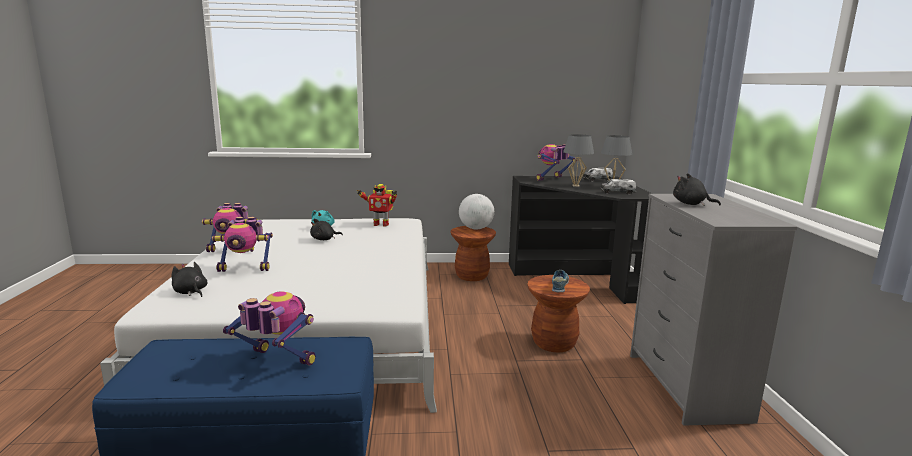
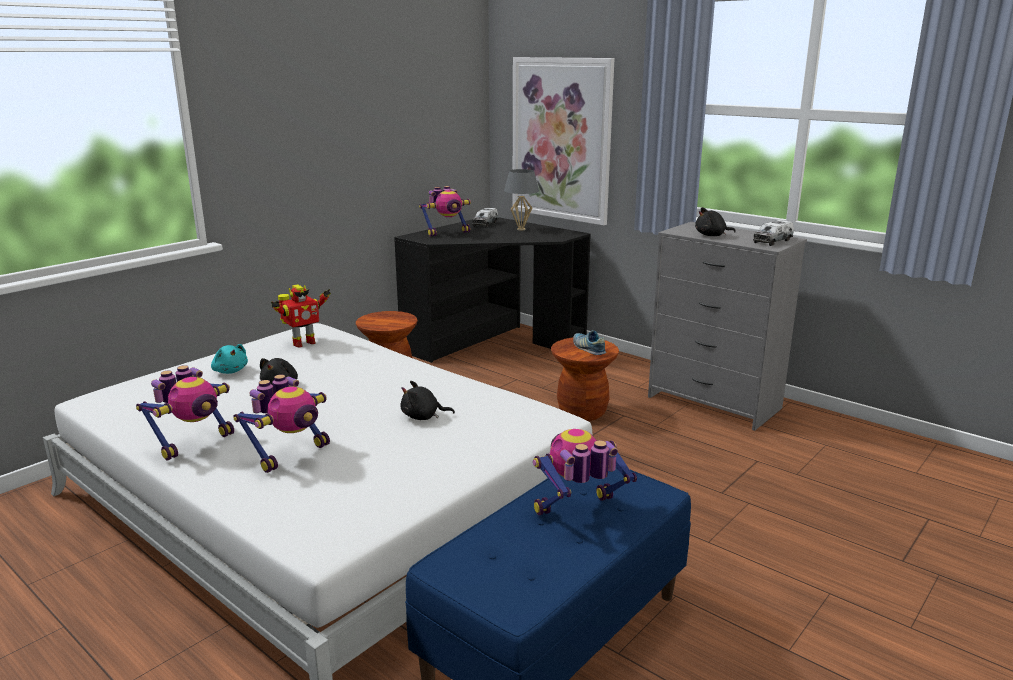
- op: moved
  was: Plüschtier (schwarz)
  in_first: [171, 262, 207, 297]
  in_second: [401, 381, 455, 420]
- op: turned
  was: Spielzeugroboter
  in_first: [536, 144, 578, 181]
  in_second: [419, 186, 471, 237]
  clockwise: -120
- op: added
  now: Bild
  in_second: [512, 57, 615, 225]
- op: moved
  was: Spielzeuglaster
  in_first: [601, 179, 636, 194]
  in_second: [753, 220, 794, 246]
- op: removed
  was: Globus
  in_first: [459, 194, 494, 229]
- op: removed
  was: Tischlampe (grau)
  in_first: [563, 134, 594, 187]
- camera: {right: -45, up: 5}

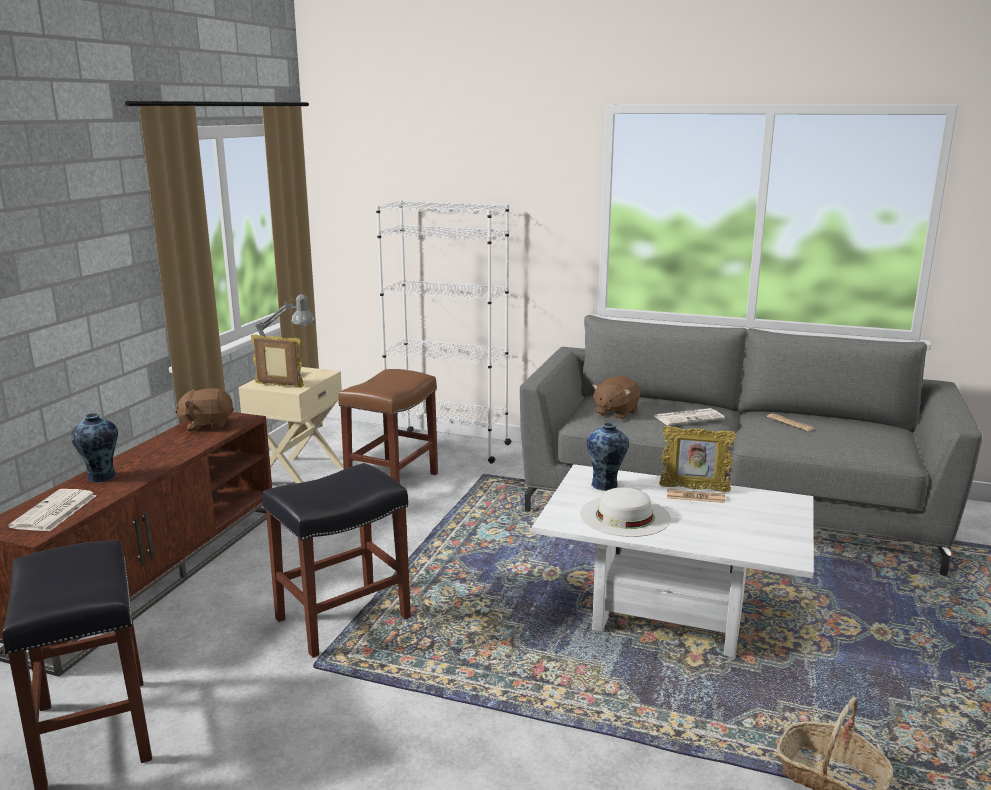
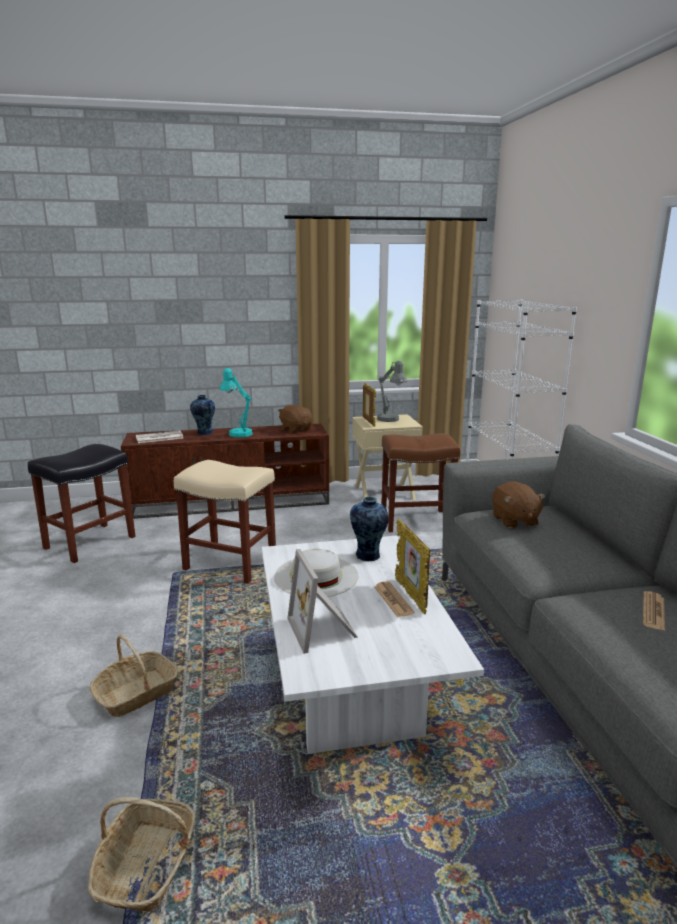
- op: added
  now: Korb
  in_second: [89, 634, 178, 717]
- op: recoloured
  was: Hocker (schwarz)
  now: Hocker (beige)
  in_first: [262, 463, 411, 658]
  in_second: [174, 460, 276, 584]
- op: added
  now: Tischlampe (türkis)
  in_second: [220, 368, 253, 438]
- op: added
  now: Bilderrahmen
  in_second: [287, 549, 358, 654]
- op: turned
  was: Plüschtier (braun)
  in_first: [592, 376, 640, 420]
  in_second: [492, 481, 546, 529]
  clockwise: -105
- op: removed
  was: Zeitung
  in_first: [655, 408, 725, 426]
- camera: {right: 60, up: 0}

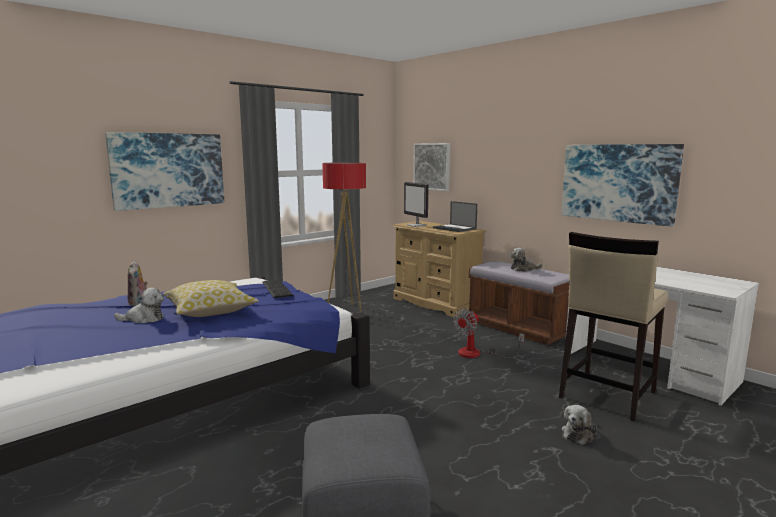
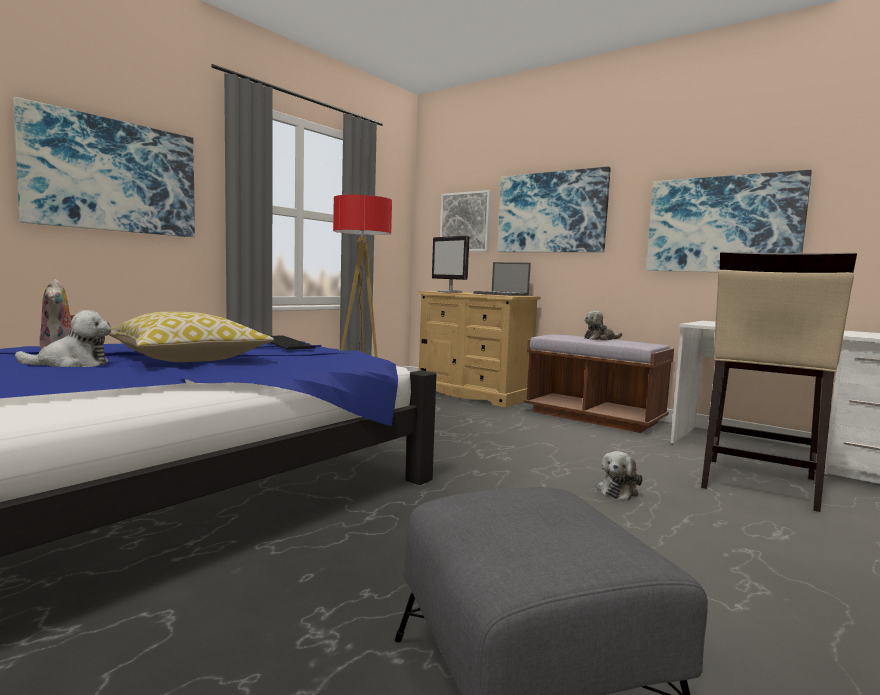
- op: added
  now: Bild
  in_second: [497, 166, 611, 252]
- op: moved
  was: Plüschtier
  in_first: [562, 405, 597, 445]
  in_second: [597, 451, 643, 500]
- op: removed
  was: Ventilator
  in_first: [453, 308, 525, 358]
- camera: {right: -10, up: -5}

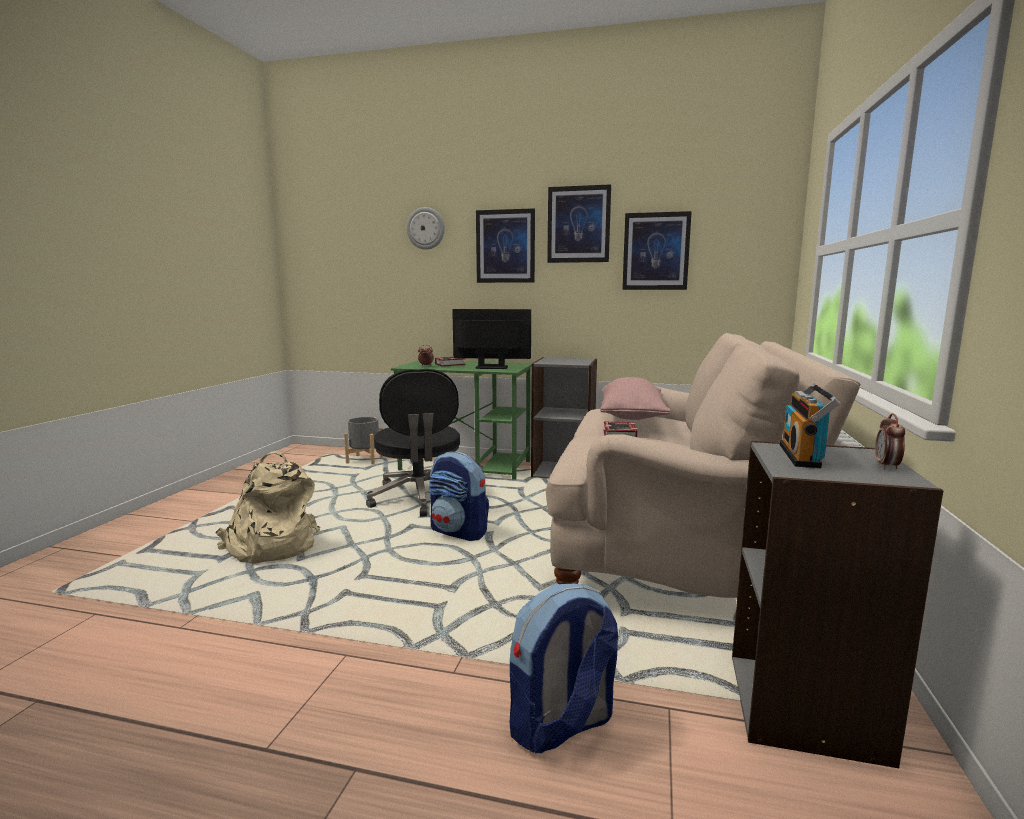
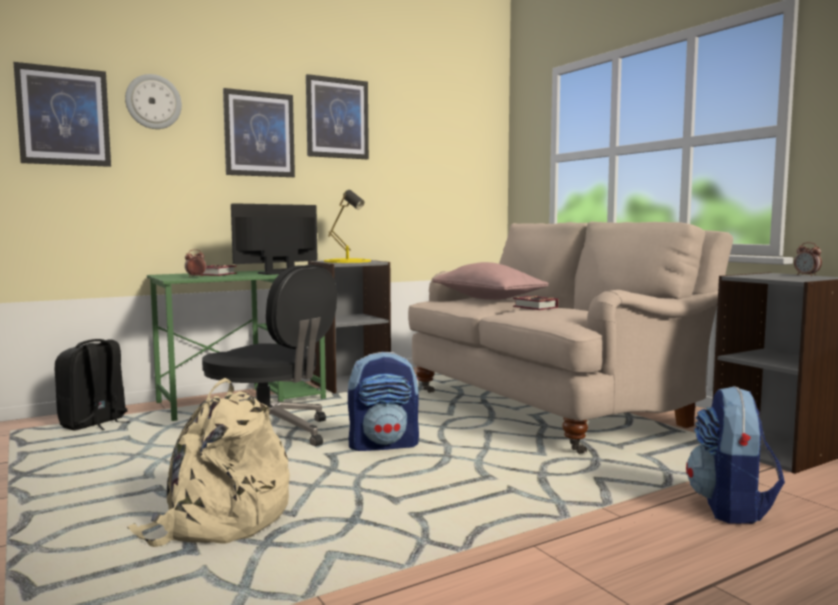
- op: moved
  was: Bild
  in_first: [622, 211, 692, 290]
  in_second: [13, 62, 111, 167]
- op: replaced
  was: Pflanzkübel (grau)
  now: Rucksack (schwarz)
  in_first: [344, 417, 384, 465]
  in_second: [55, 339, 130, 431]
- op: added
  now: Tischlampe (gelb)
  in_second: [324, 190, 371, 263]
- op: removed
  was: Radio
  in_first: [779, 384, 841, 468]
- camera: {right: -45, up: -5}

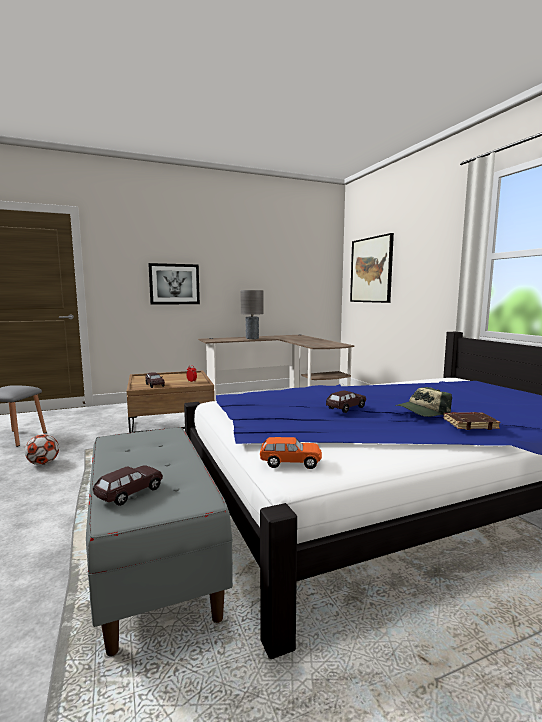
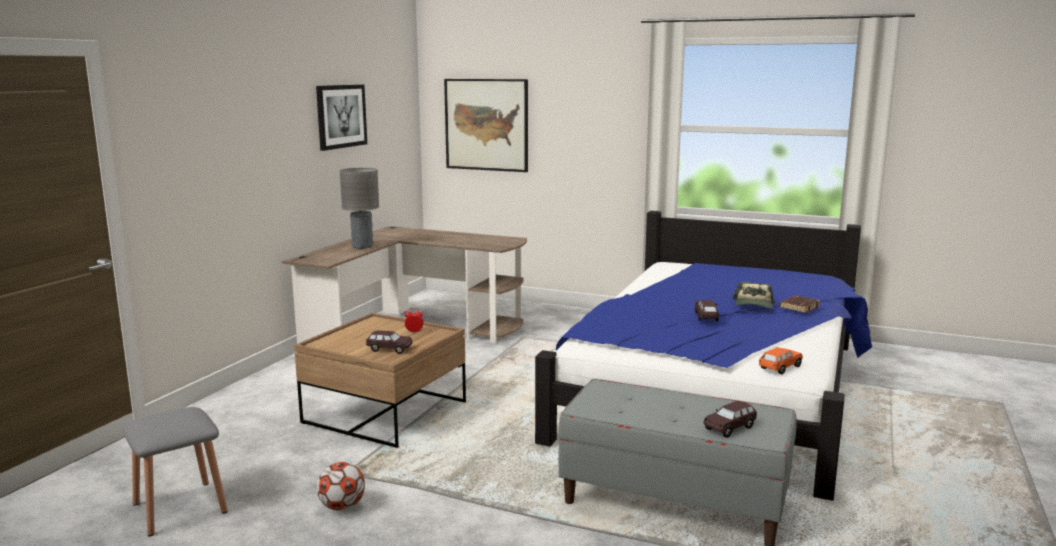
- op: moved
  was: Bild
  in_first: [148, 263, 200, 305]
  in_second: [316, 84, 367, 151]
- op: turned
  was: Spielzeugauto (braun)
  in_first: [93, 465, 163, 506]
  in_second: [704, 401, 757, 438]
  clockwise: -120
- camera: {right: -45, up: 5}

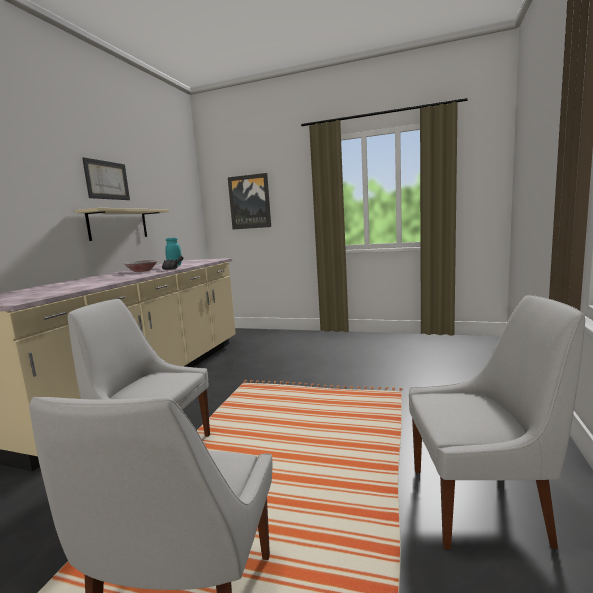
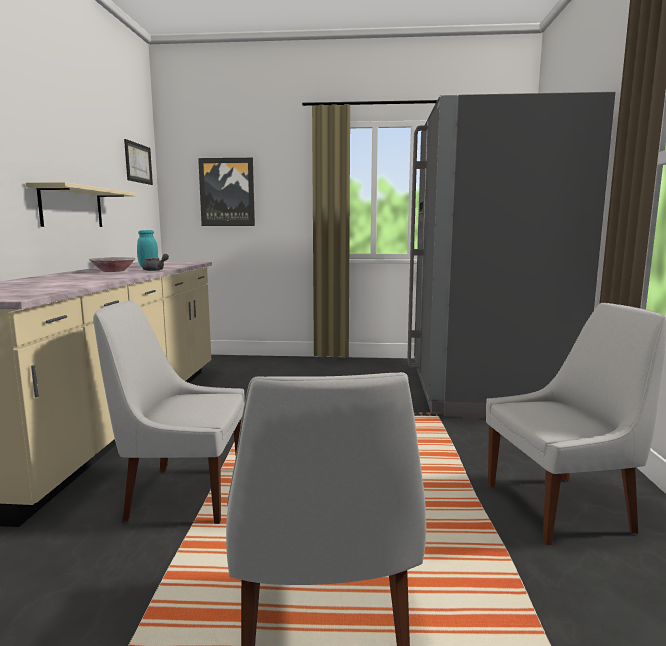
- op: moved
  was: Bild
  in_first: [82, 157, 130, 200]
  in_second: [124, 139, 153, 185]
- op: added
  now: Kühlschrank (grau)
  in_second: [407, 92, 615, 418]
- camera: {right: -15, up: 0}

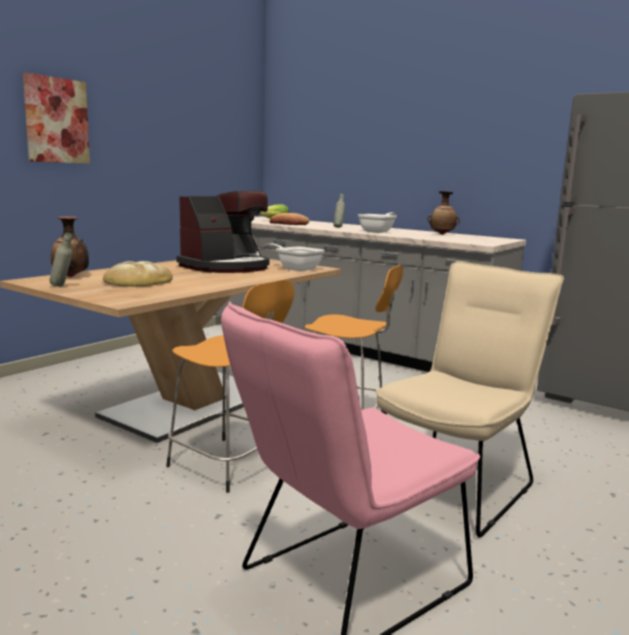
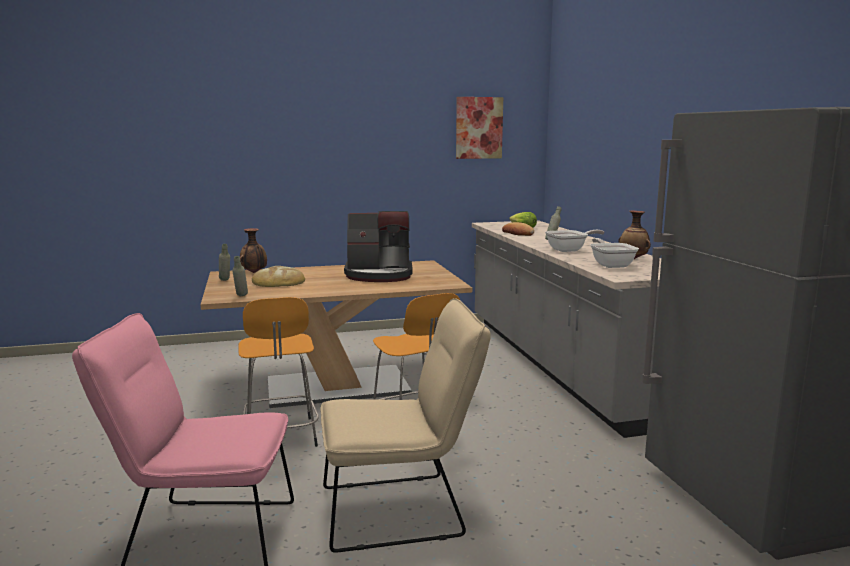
- op: added
  now: Flasche (grau)
  in_second: [232, 256, 248, 296]
- op: moved
  was: Bild
  in_first: [23, 73, 90, 164]
  in_second: [456, 97, 503, 159]
- op: moved
  was: Pfanne
  in_first: [265, 244, 325, 271]
  in_second: [590, 238, 639, 268]
- camera: {right: 40, up: 0}

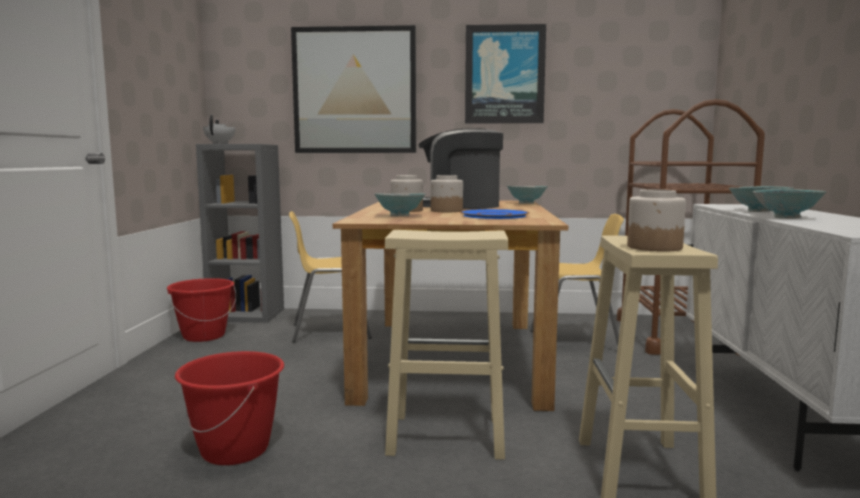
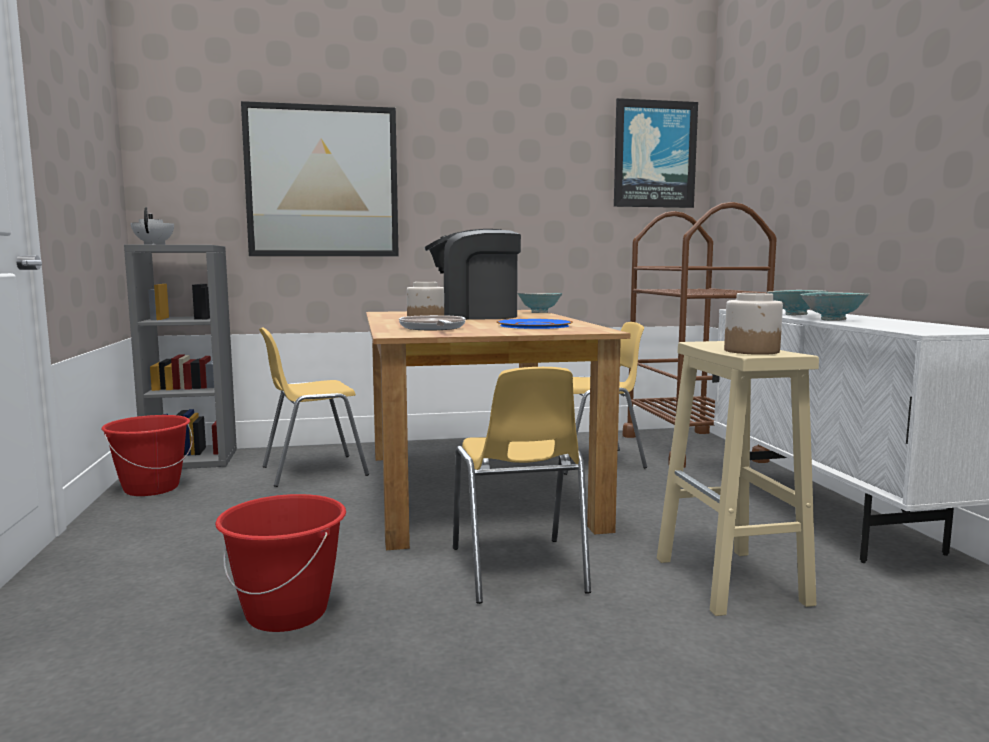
- op: replaced
  was: Schüssel
  now: Pfanne
  in_first: [374, 193, 425, 216]
  in_second: [399, 315, 466, 330]
- op: replaced
  was: Hocker (beige)
  now: Stuhl (gelb)
  in_first: [385, 230, 508, 460]
  in_second: [453, 367, 591, 604]
- op: moved
  was: Bild
  in_first: [465, 24, 546, 123]
  in_second: [614, 98, 698, 208]
- op: removed
  was: Vorratsglas
  in_first: [431, 175, 463, 212]
- camera: {right: -15, up: 0}

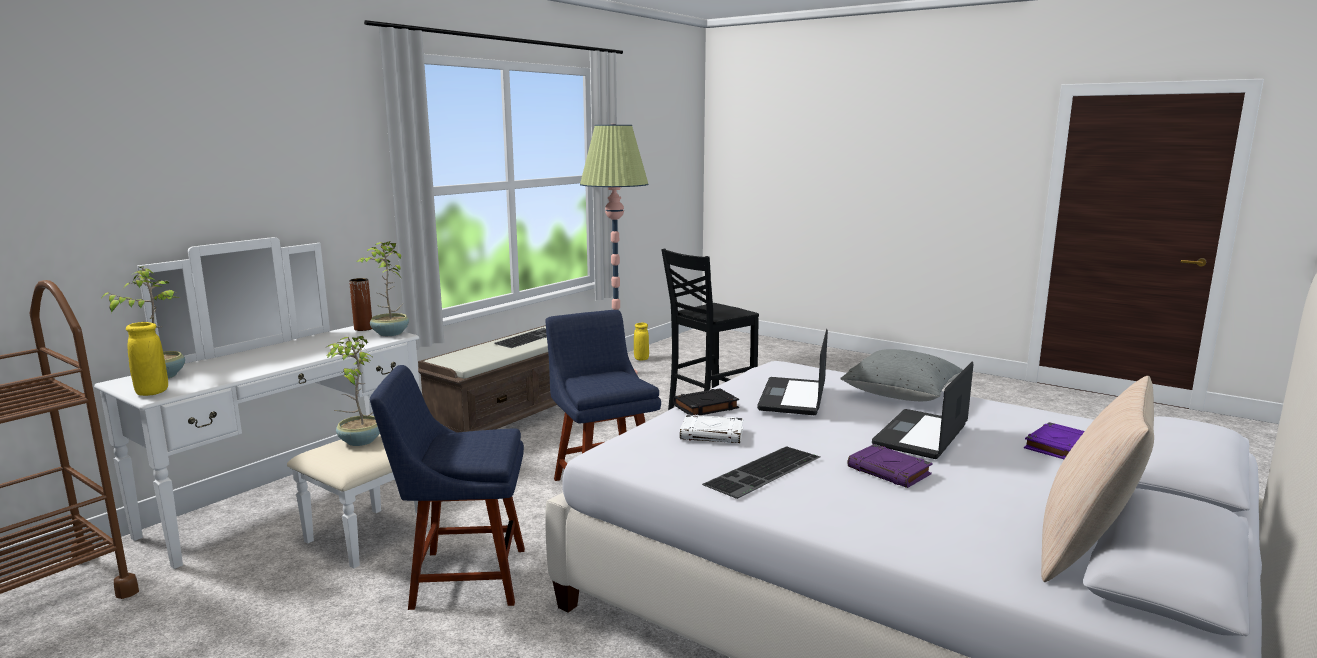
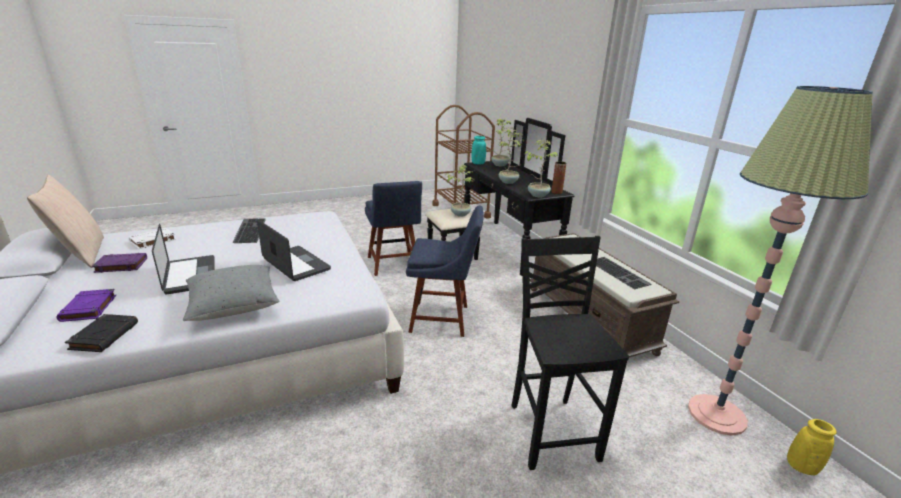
- op: moved
  was: Buch (schwarz)
  in_first: [673, 388, 739, 416]
  in_second: [65, 314, 138, 352]
- op: moved
  was: Buch (lila)
  in_first: [847, 444, 933, 488]
  in_second: [92, 253, 147, 273]
- op: moved
  was: Buch (weiß)
  in_first: [680, 415, 744, 443]
  in_second: [129, 228, 176, 249]
- op: turned
  was: Stuhl (blau)
  in_first: [370, 365, 525, 610]
  in_second: [365, 181, 422, 276]
  clockwise: 135
- op: recoloured
  was: Kommode (weiß)
  now: Kommode (schwarz)
  in_first: [94, 237, 427, 569]
  in_second: [426, 118, 574, 276]
- op: recoloured
  was: Vase (gelb)
  now: Vase (türkis)
  in_first: [126, 322, 168, 396]
  in_second: [471, 136, 486, 164]
- op: added
  now: Topfpflanze
  in_second: [499, 129, 524, 184]
- camera: {right: 120, up: 10}

